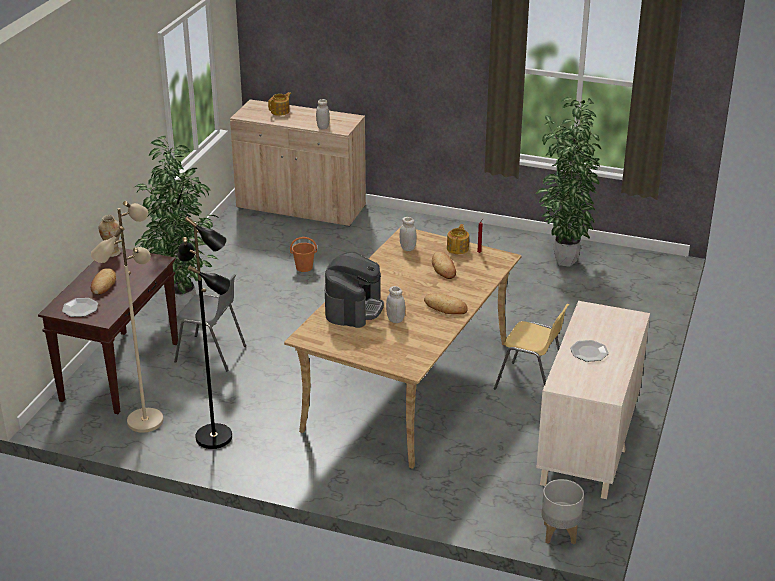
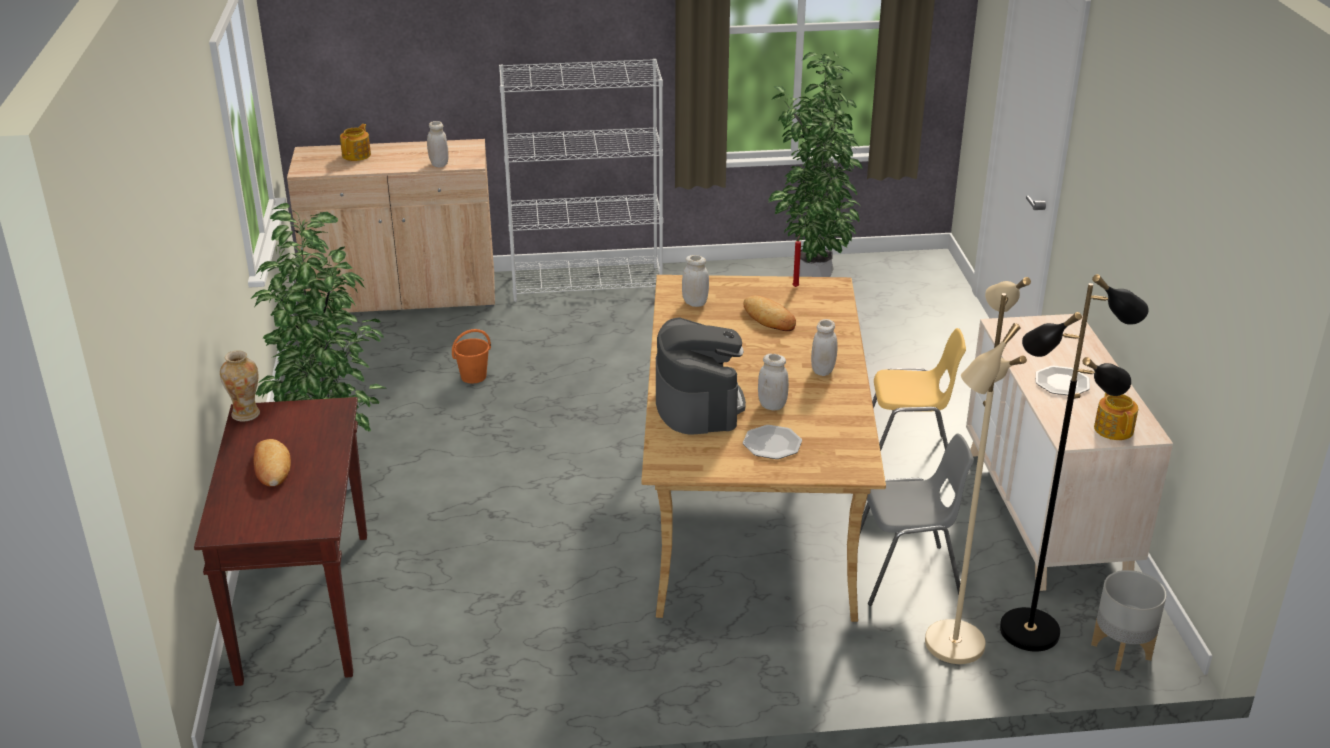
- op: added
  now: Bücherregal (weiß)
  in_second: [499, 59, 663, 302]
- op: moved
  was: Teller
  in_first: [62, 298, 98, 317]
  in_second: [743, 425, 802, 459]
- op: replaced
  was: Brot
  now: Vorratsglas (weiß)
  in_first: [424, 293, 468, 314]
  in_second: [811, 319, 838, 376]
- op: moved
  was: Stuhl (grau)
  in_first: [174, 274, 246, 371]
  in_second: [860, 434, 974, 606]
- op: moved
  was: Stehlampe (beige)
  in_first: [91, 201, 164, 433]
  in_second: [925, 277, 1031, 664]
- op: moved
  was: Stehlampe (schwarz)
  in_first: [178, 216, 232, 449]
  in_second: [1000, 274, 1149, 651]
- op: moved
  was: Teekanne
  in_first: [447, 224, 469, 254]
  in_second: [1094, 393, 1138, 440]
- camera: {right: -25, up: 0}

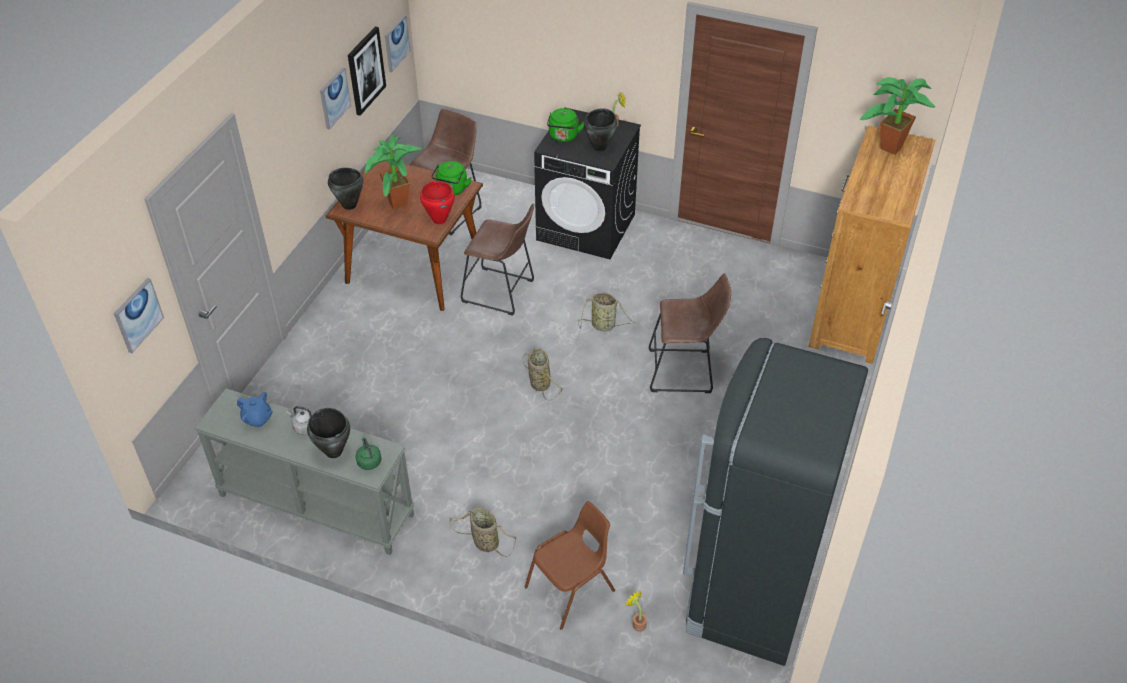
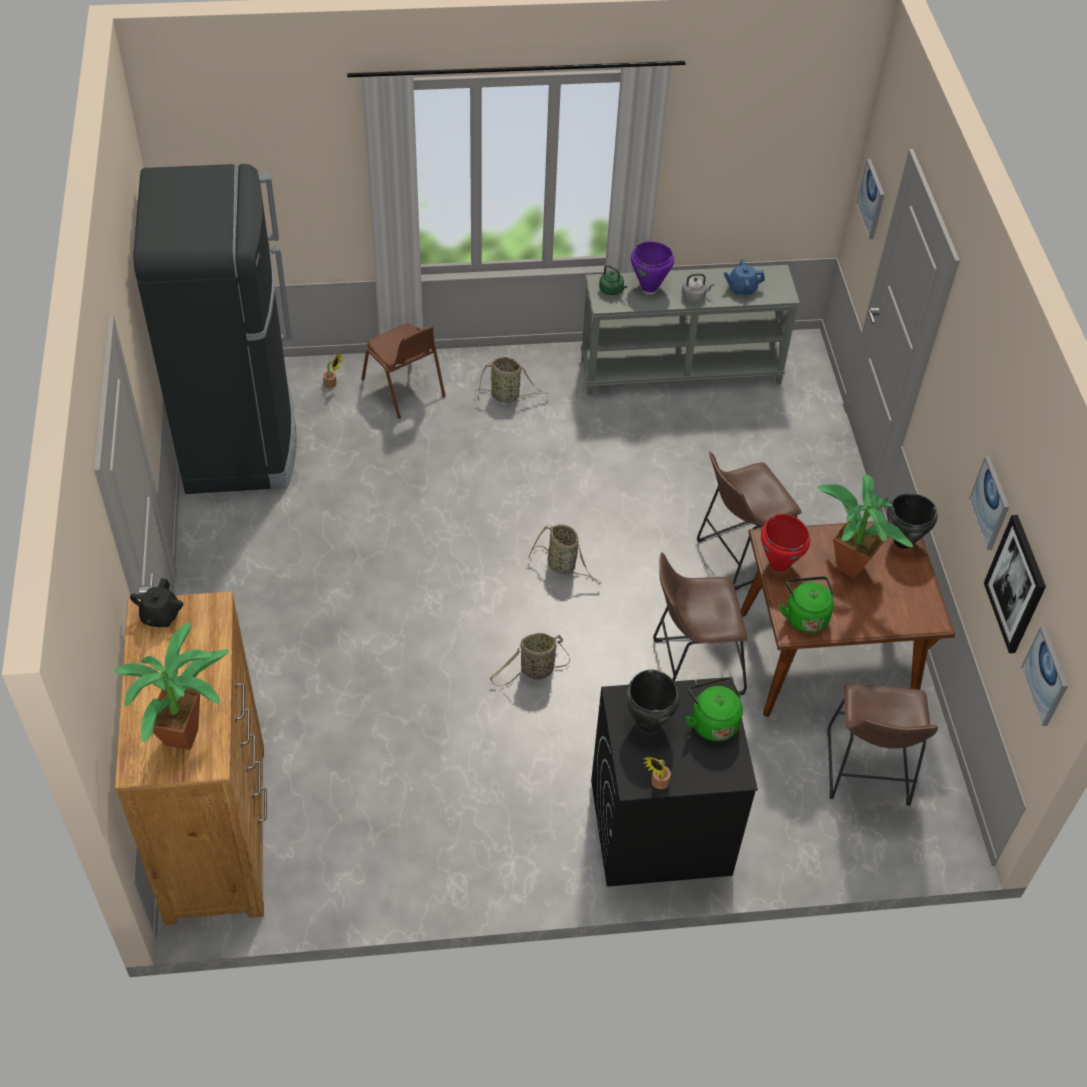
- op: added
  now: Teekanne (schwarz)
  in_second: [130, 578, 183, 627]
- op: turned
  was: Stuhl (braun)
  in_first: [525, 501, 615, 630]
  in_second: [362, 324, 446, 419]
  clockwise: -60
- op: recoloured
  was: Kochtopf (schwarz)
  now: Kochtopf (lila)
  in_first: [307, 408, 350, 458]
  in_second: [631, 241, 674, 293]
- op: moved
  was: Hocker (braun)
  in_first: [649, 273, 731, 393]
  in_second: [697, 452, 802, 591]
- camera: {right: 150, up: 5}

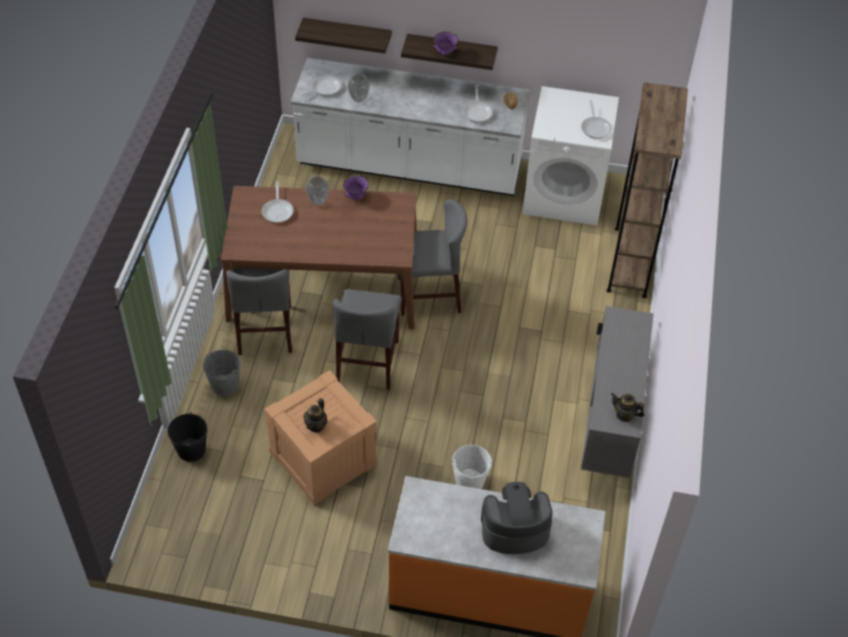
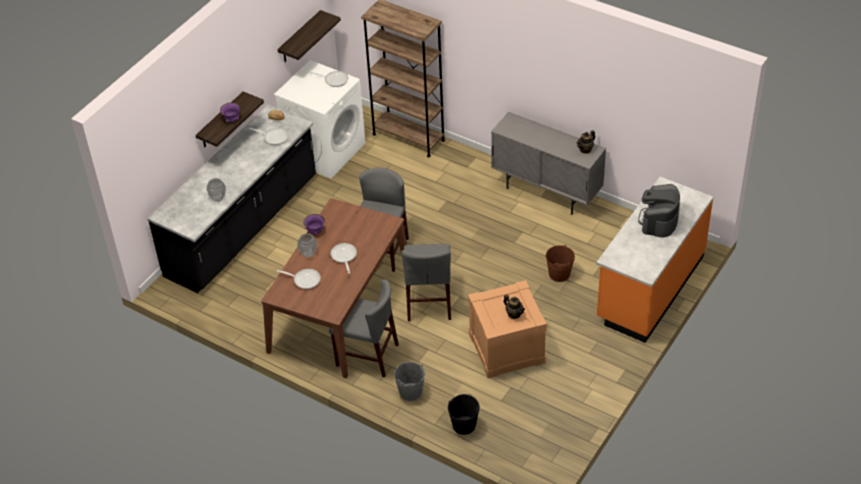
- op: recoloured
  was: Küchenzeile (weiß)
  now: Küchenzeile (schwarz)
  in_first: [291, 58, 530, 196]
  in_second: [147, 105, 316, 293]
- op: moved
  was: Wandregal
  in_first: [295, 18, 392, 53]
  in_second: [278, 10, 341, 62]
- op: moved
  was: Pfanne
  in_first: [296, 75, 341, 96]
  in_second: [330, 243, 357, 274]
- op: turned
  was: Stuhl (grau)
  in_first: [333, 289, 402, 390]
  in_second: [402, 244, 451, 322]
  clockwise: 60
- op: recoloured
  was: Eimer (weiß)
  now: Eimer (braun)
  in_first: [452, 445, 493, 489]
  in_second: [546, 245, 575, 282]
- camera: {right: -65, up: -5}

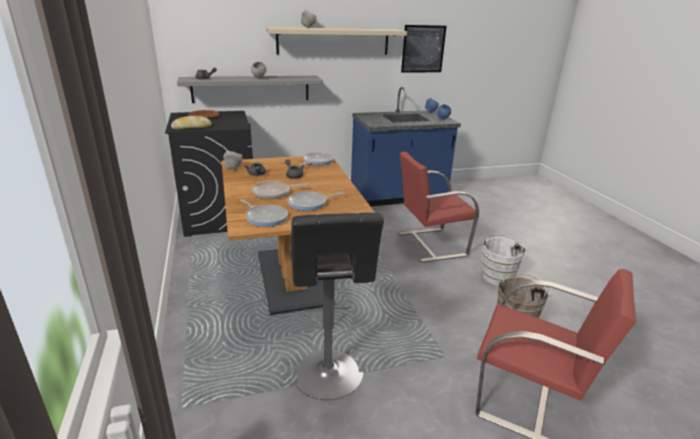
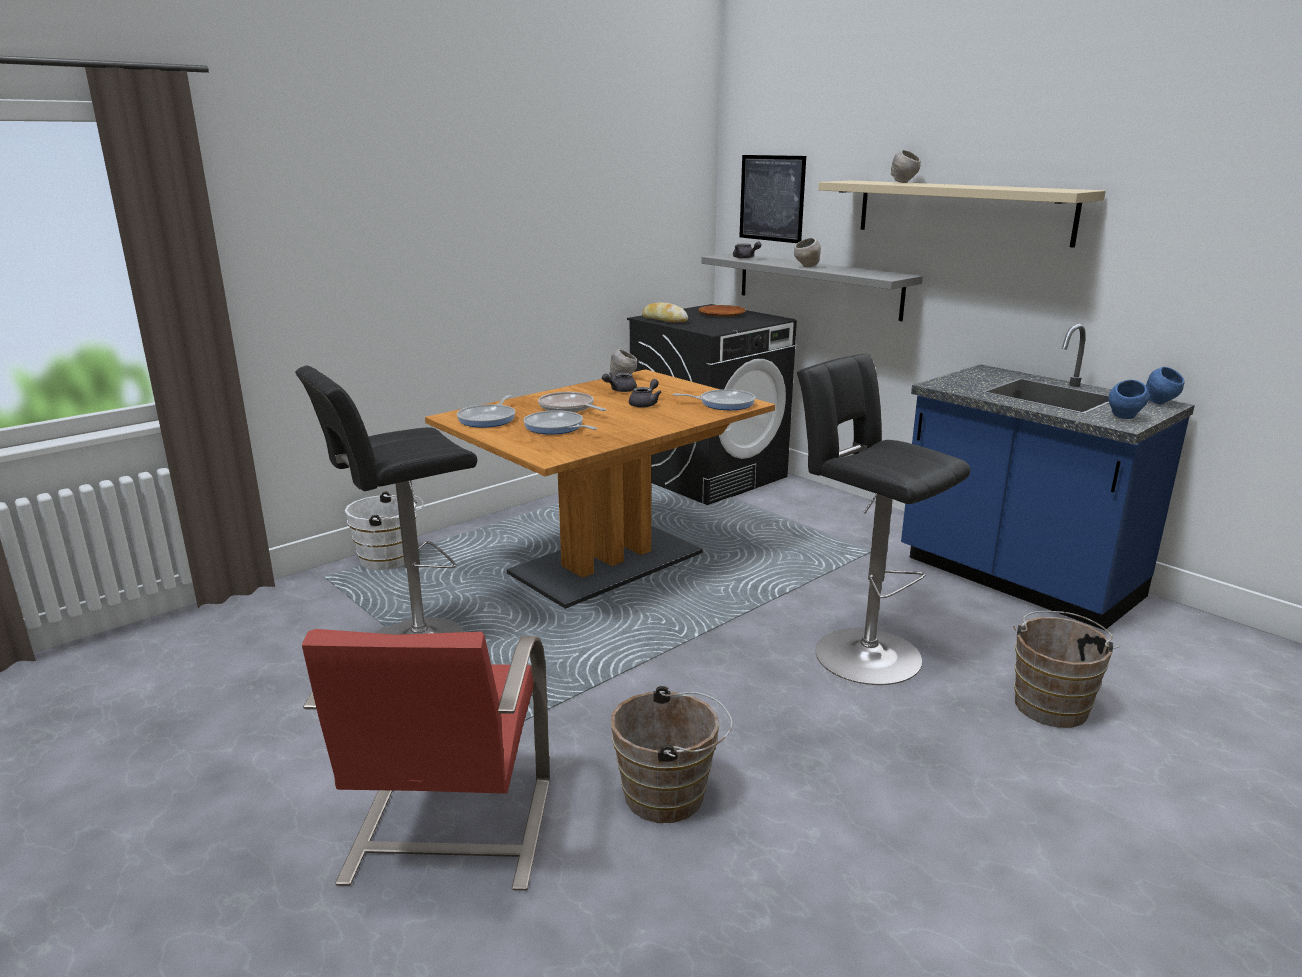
- op: moved
  was: Eimer (weiß)
  in_first: [482, 235, 528, 286]
  in_second: [345, 492, 424, 570]
- op: moved
  was: Bild
  in_first: [401, 25, 447, 73]
  in_second: [739, 155, 806, 243]
- op: replaced
  was: Stuhl (rot)
  now: Hocker (schwarz)
  in_first: [398, 152, 479, 263]
  in_second: [797, 354, 970, 685]
- op: added
  now: Eimer (braun)
  in_second: [1013, 611, 1120, 728]
- camera: {right: 65, up: -5}

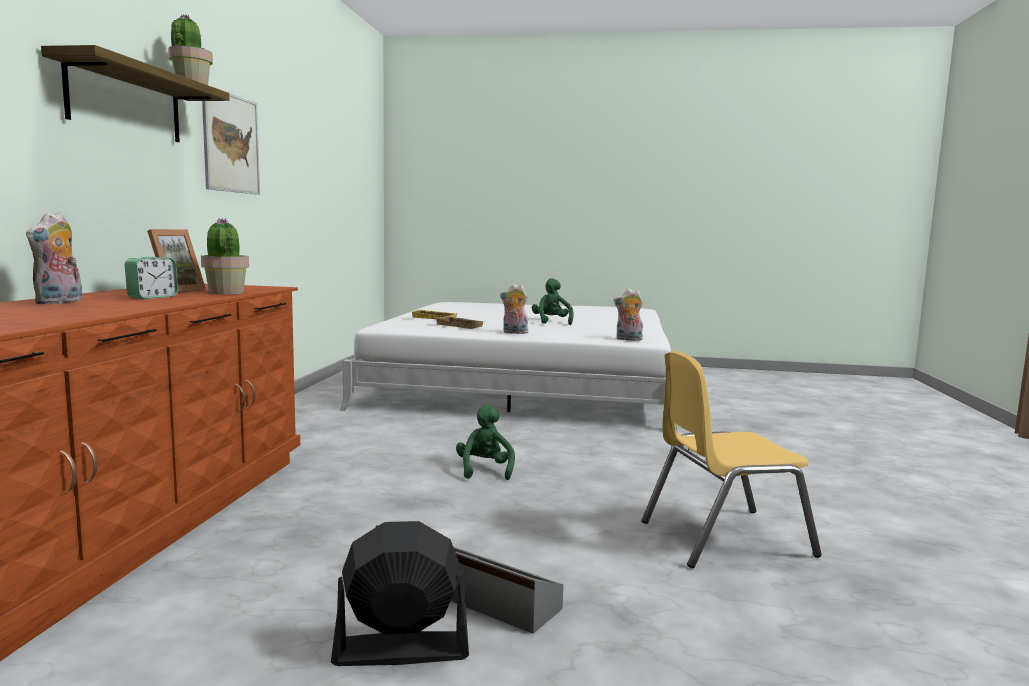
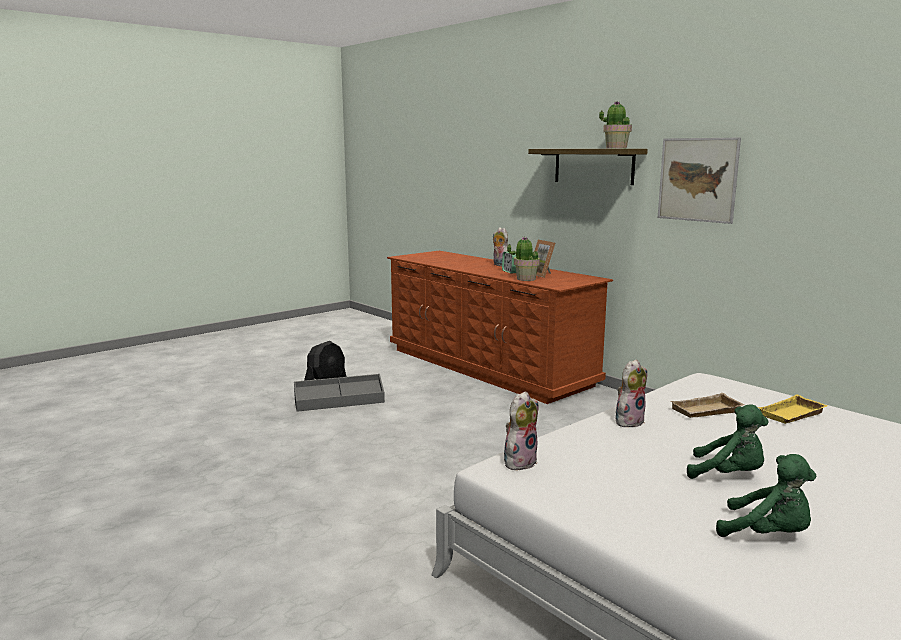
- op: moved
  was: Plüschtier (grün)
  in_first: [456, 405, 515, 480]
  in_second: [716, 454, 816, 537]
- op: removed
  was: Stuhl (gelb)
  in_first: [642, 351, 822, 568]
- camera: {right: 130, up: 5}

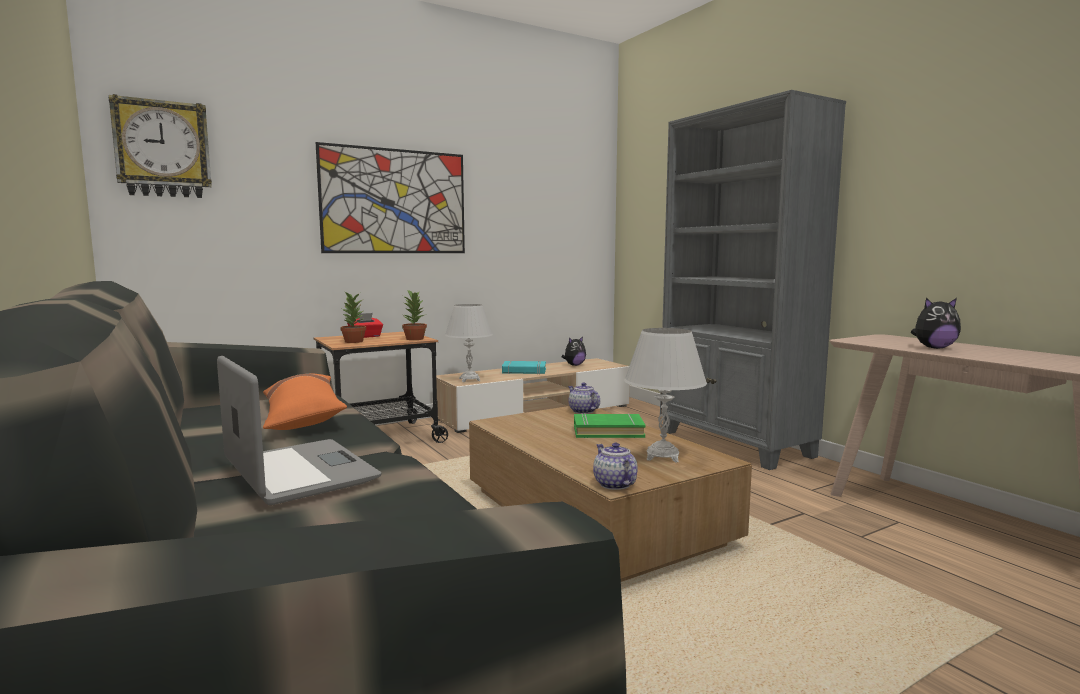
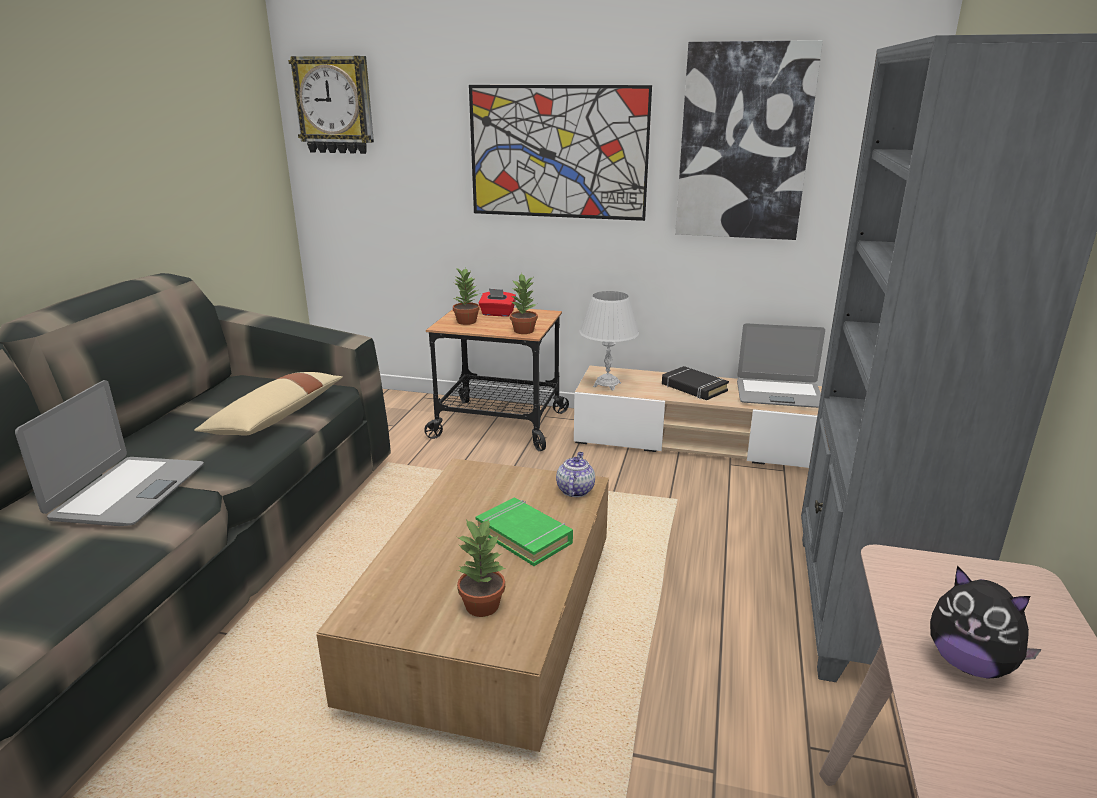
- op: recoloured
  was: Kissen (orange)
  now: Kissen (beige)
  in_first: [263, 374, 347, 430]
  in_second: [194, 372, 342, 436]
- op: replaced
  was: Tischlampe (weiß)
  now: Topfpflanze
  in_first: [624, 328, 707, 462]
  in_second: [457, 519, 506, 617]
- op: recoloured
  was: Buch (türkis)
  now: Buch (schwarz)
  in_first: [502, 361, 546, 374]
  in_second: [662, 366, 729, 400]
- op: added
  now: Bild
  in_second: [675, 40, 823, 240]
- op: replaced
  was: Plüschtier
  now: Laptop
  in_first: [562, 336, 586, 366]
  in_second: [737, 323, 825, 408]
- op: removed
  was: Teekanne
  in_first: [593, 443, 638, 490]
- camera: {right: 45, up: 15}

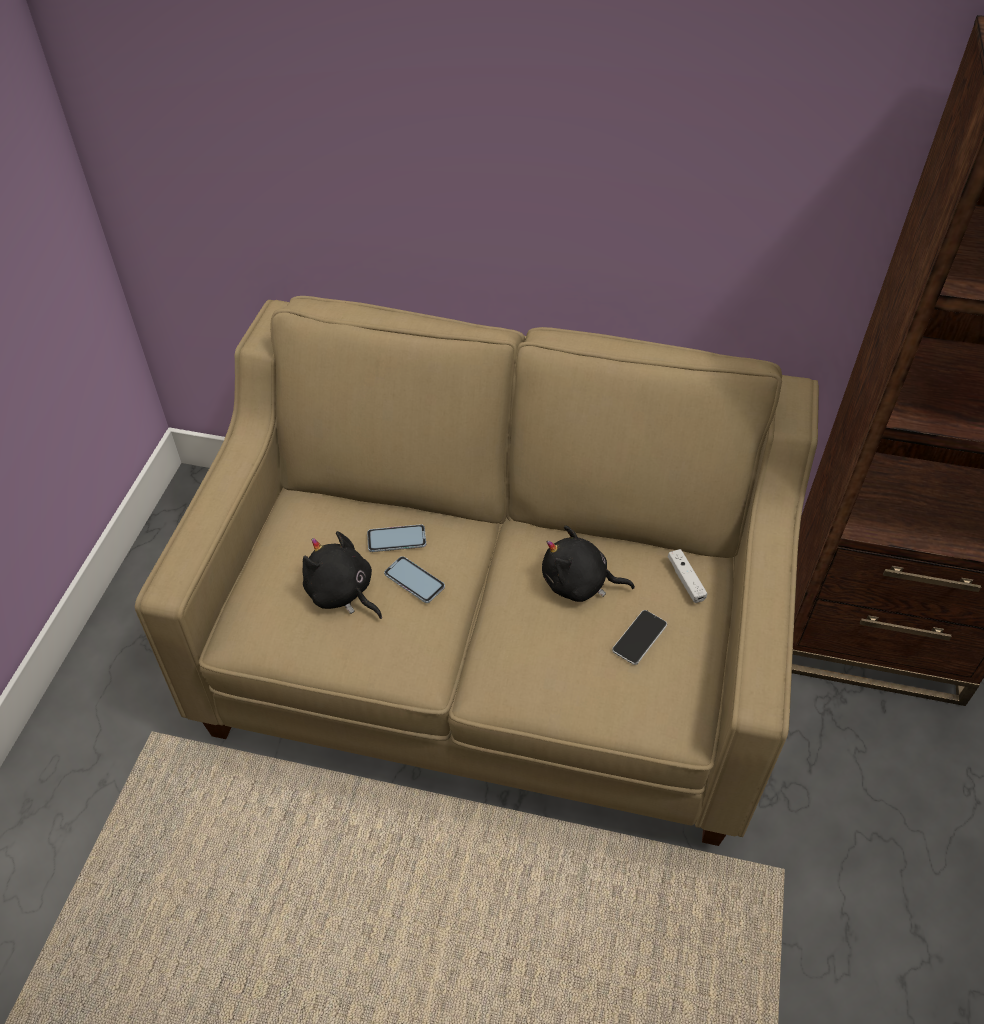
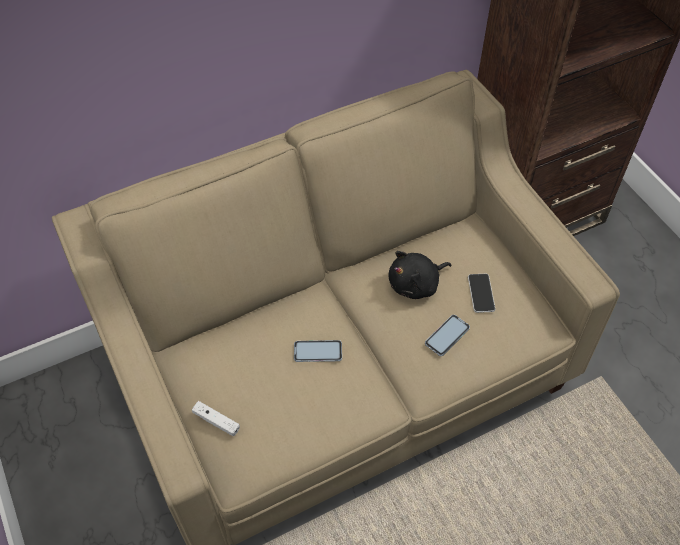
- op: moved
  was: Gamepad (weiß)
  in_first: [668, 549, 708, 603]
  in_second: [192, 401, 240, 436]
- op: moved
  was: Handy
  in_first: [367, 524, 426, 552]
  in_second: [425, 315, 470, 356]
- op: removed
  was: Plüschtier (schwarz)
  in_first: [303, 531, 382, 619]
- camera: {right: -40, up: 5}

